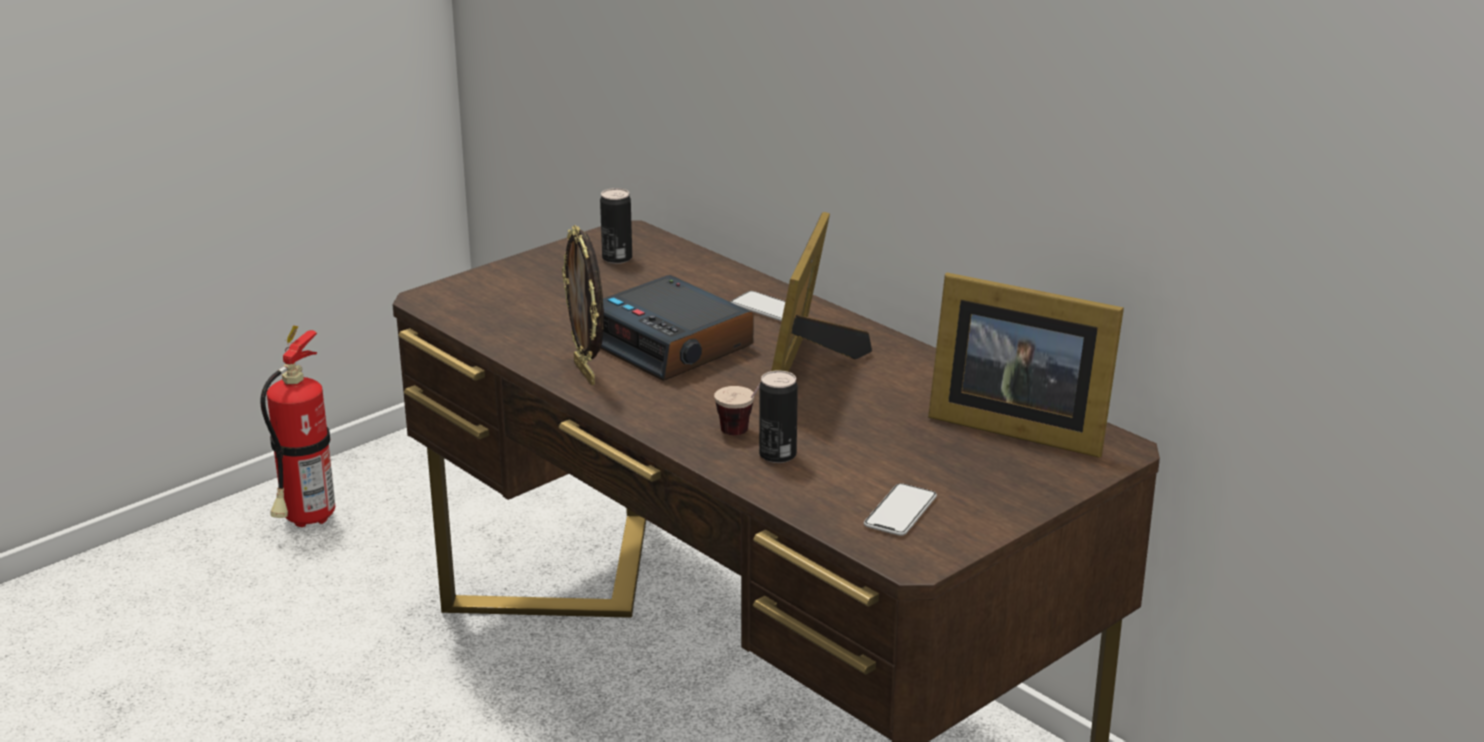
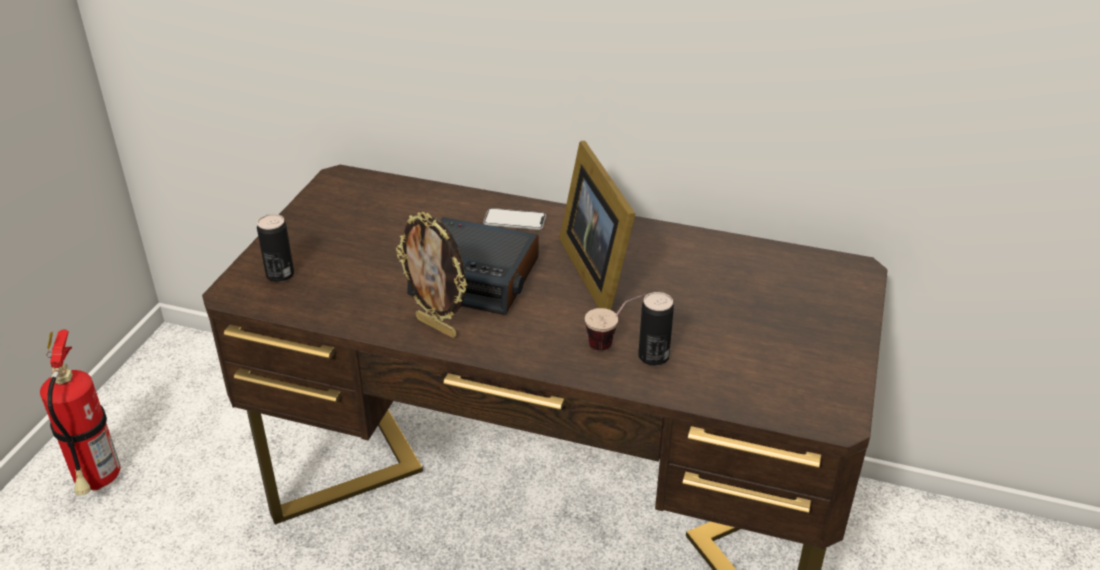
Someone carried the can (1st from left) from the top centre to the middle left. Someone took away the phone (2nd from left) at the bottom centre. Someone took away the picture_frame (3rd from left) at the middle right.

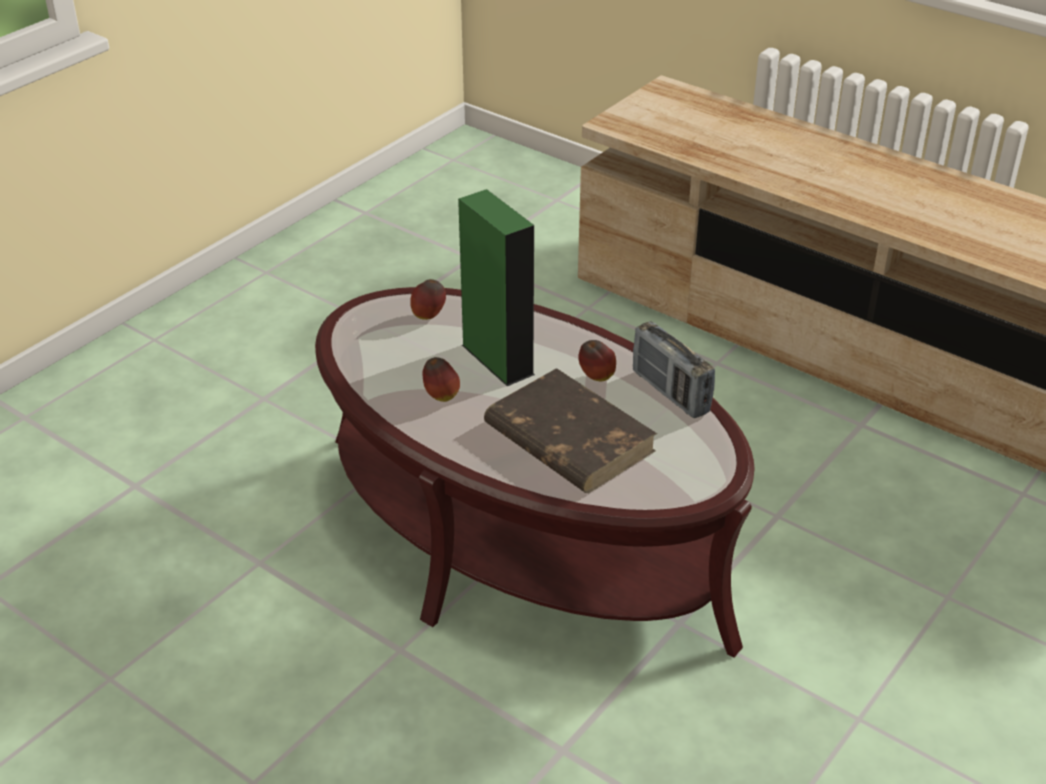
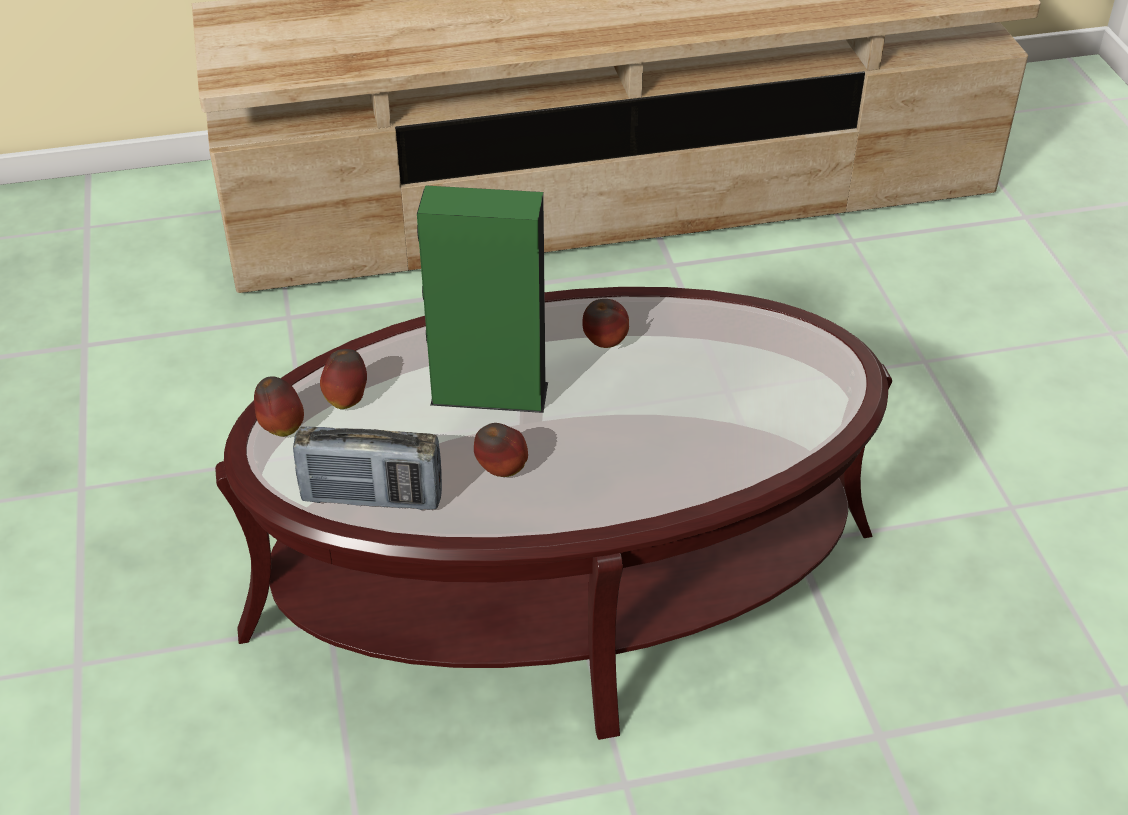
Someone took away the brown_book at the centre. Someone carried the radio from the centre to the middle left. Someone put down the apple (1st from left) at the middle left.

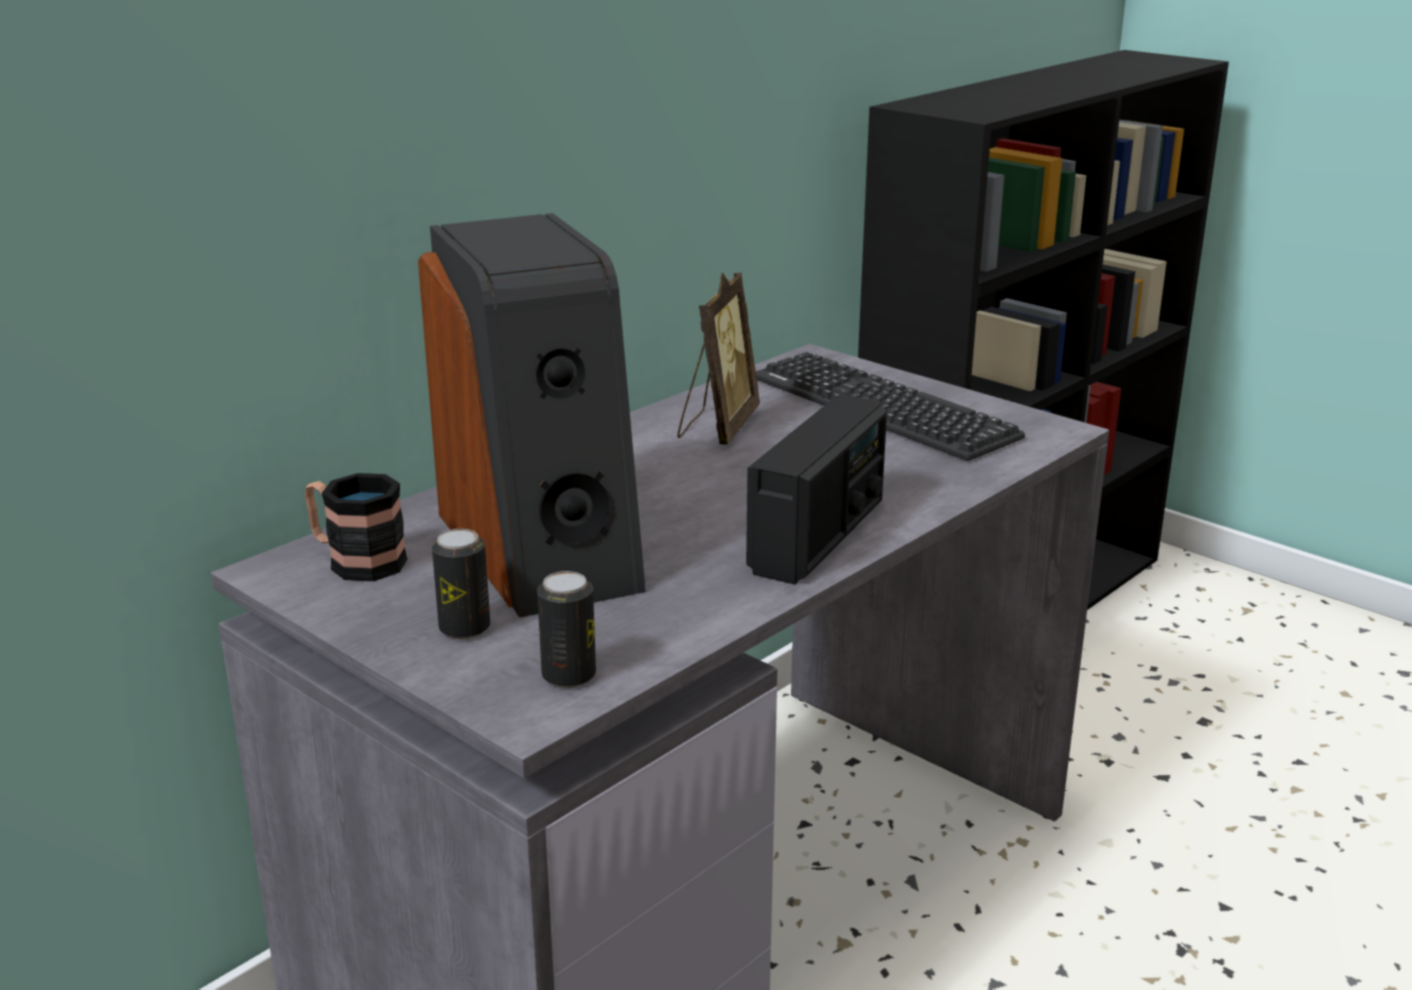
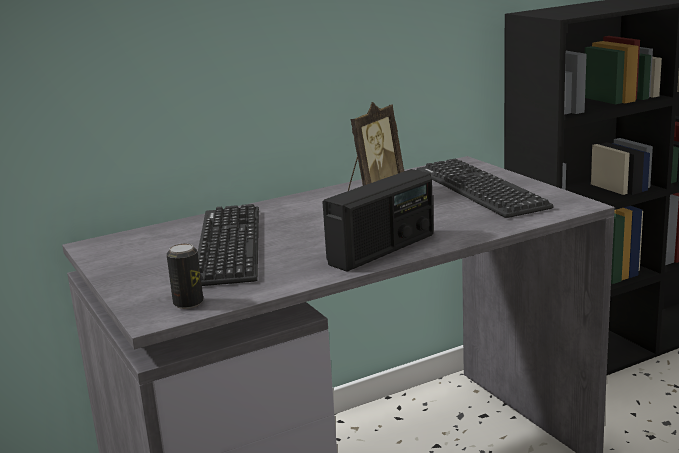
Someone took away the mug at the middle left. Someone swapped the speaker at the centre for the keyboard (1st from left) at the centre. Someone took away the can (1st from left) at the middle left.

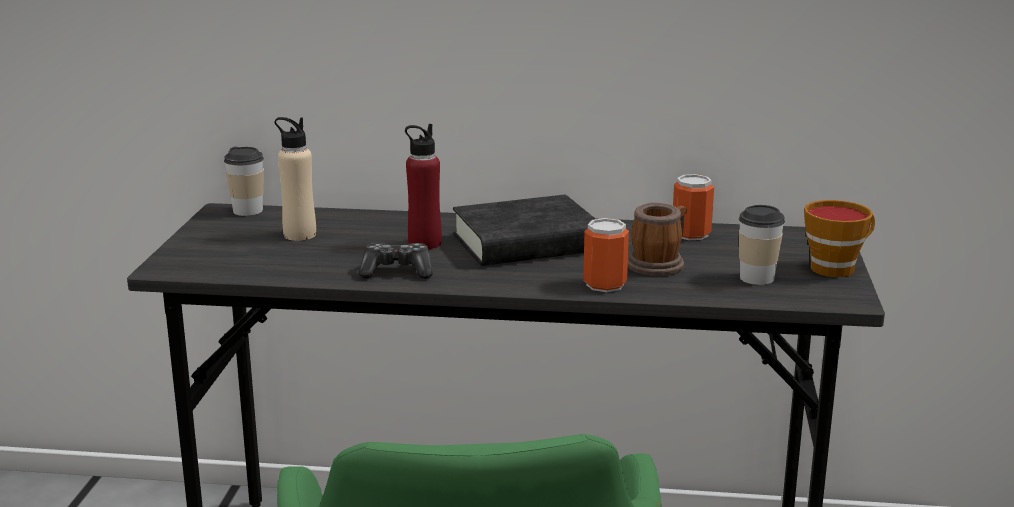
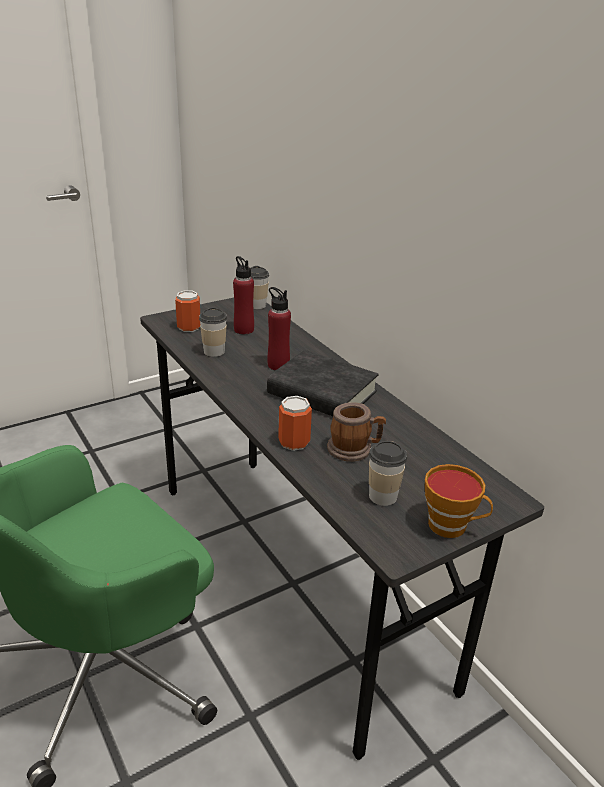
Someone repainted the beige_bottle at the middle left, which became the red_bottle (1st from left) at the centre. Someone took away the game_controller at the centre. Someone carried the can (2nd from left in the first image) from the middle right to the middle left. Someone put down the cup (1st from left) at the centre.

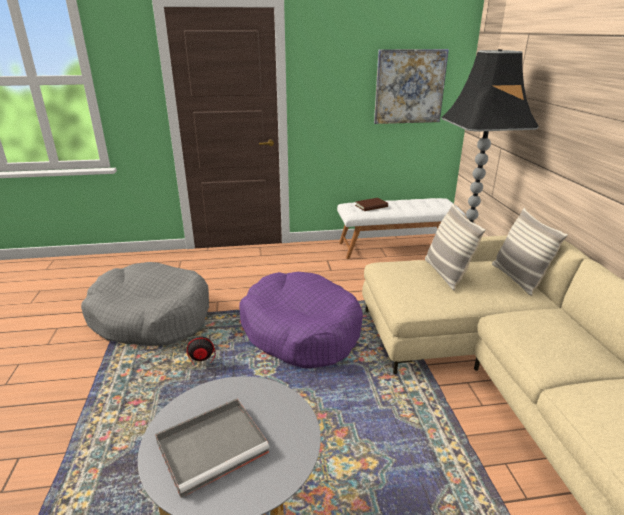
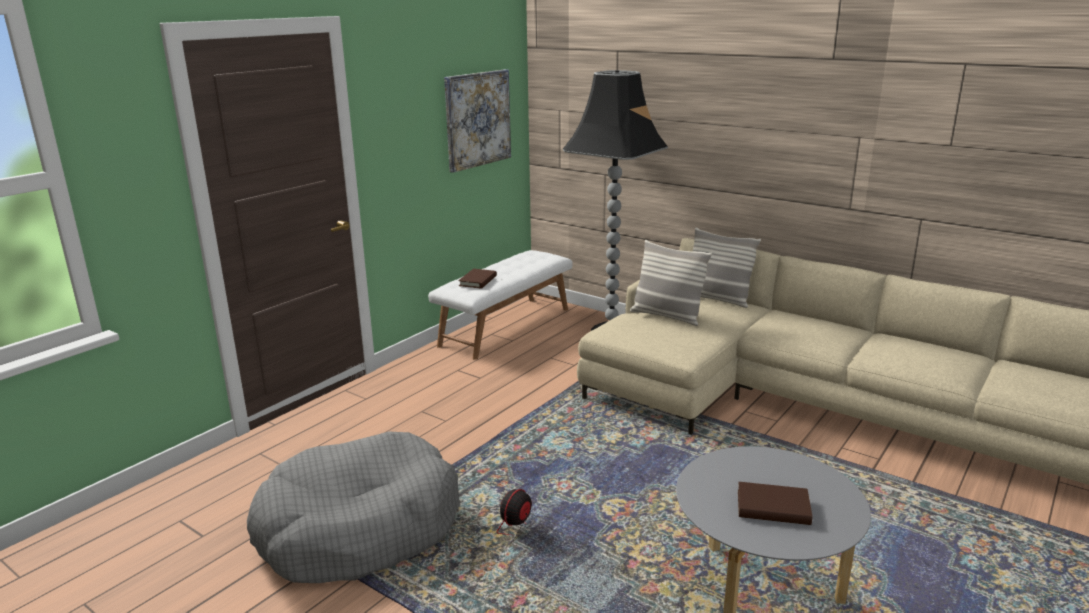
Someone swapped the grey_tray at the bottom centre for the brown_book (2nd from left) at the bottom right. Someone took away the purple_dog_bed at the centre.

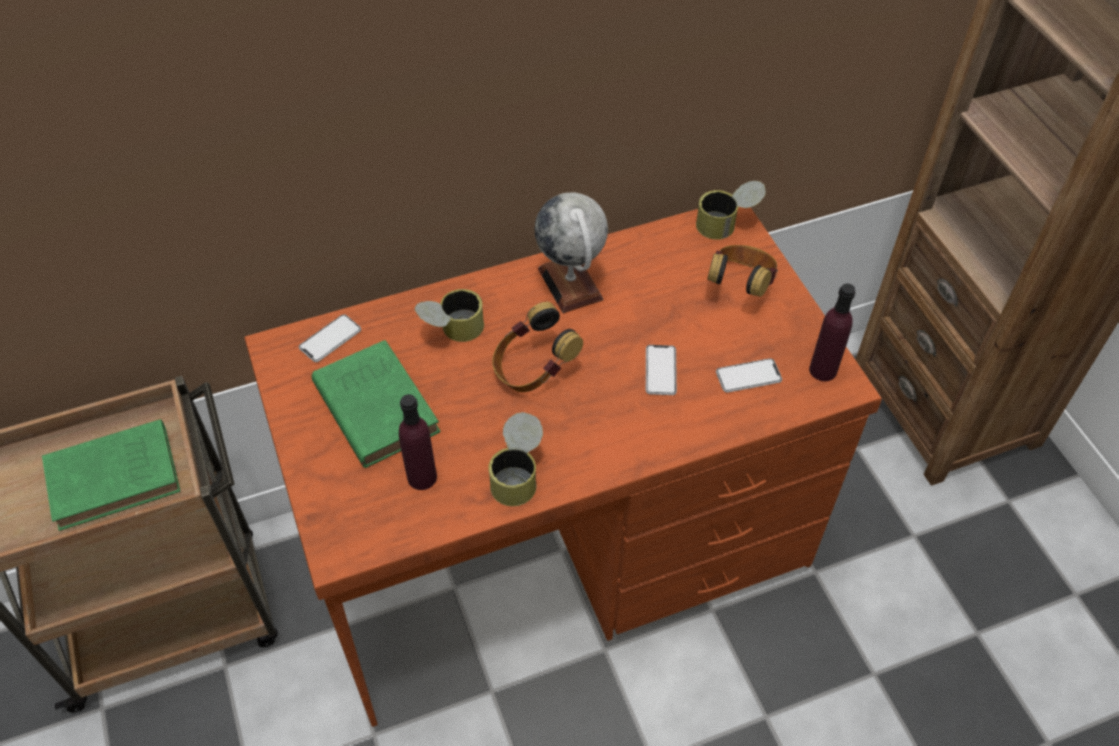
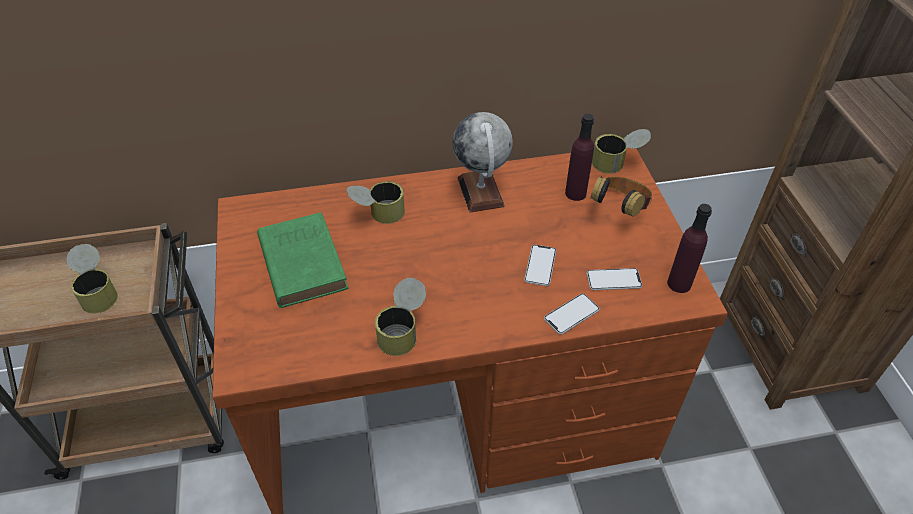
Someone swapped the green_book (1st from left) at the middle left for the can (1st from left) at the middle left. Someone carried the phone (1st from left in the first image) from the middle left to the centre. Someone carried the purple_bottle (1st from left) from the centre to the top centre. Someone took away the headphones (1st from left) at the centre.

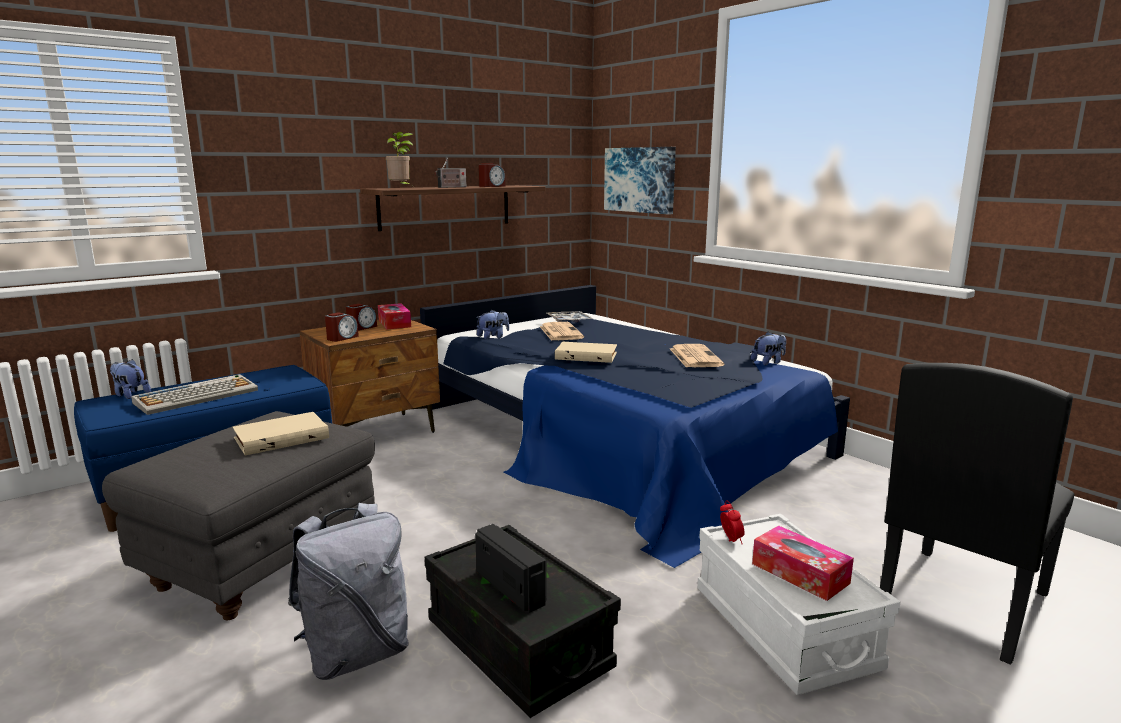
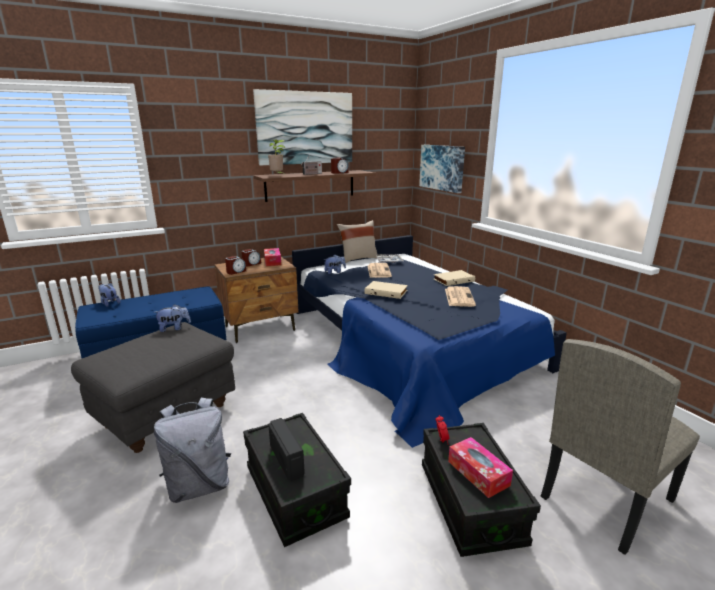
Someone took away the keyboard at the middle left. Someone carried the beige_book (1st from left in the first image) from the middle left to the centre. Someone repainted the white_storage_box at the bottom right, which became the black_storage_box (2nd from left) at the bottom right. Someone carried the plush_toy (3rd from left in the first image) from the middle right to the middle left. Someone repainted the black_chair at the bottom right, which became the beige_chair at the bottom right. Someone put up the picture (1st from left) at the top centre. Someone put down the beige_pillow at the centre.

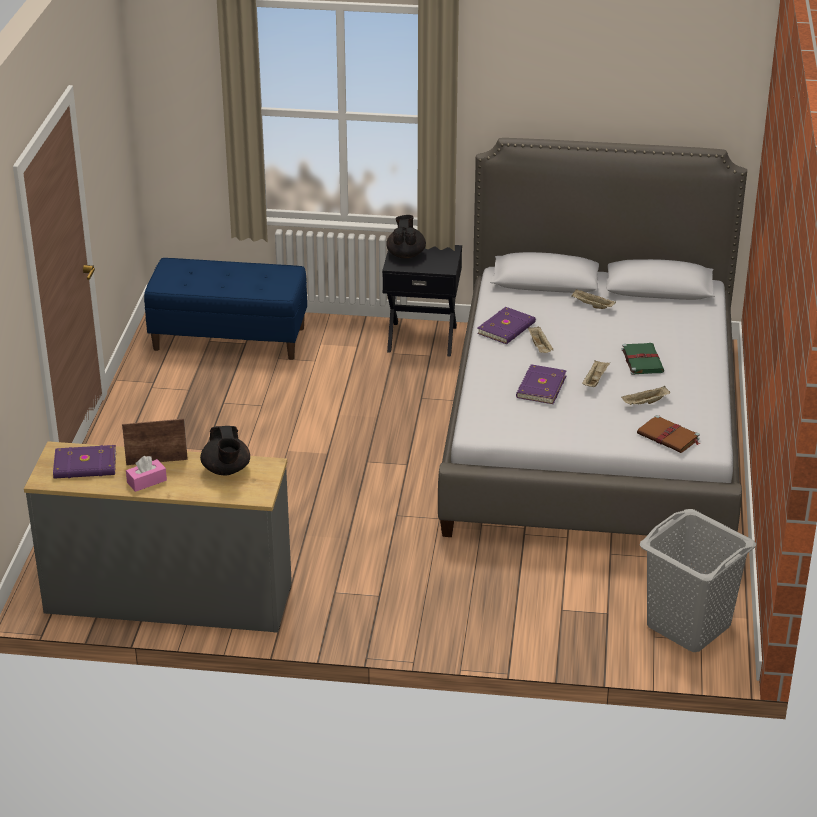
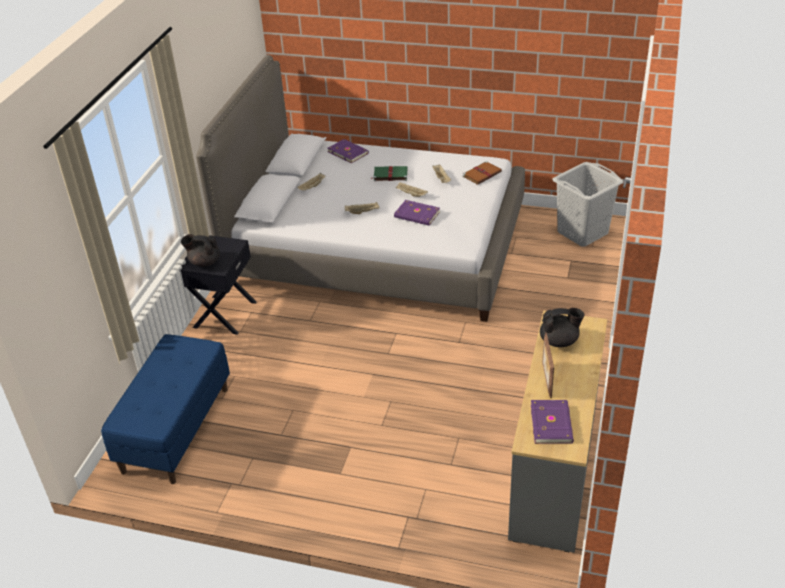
Someone took away the pink_tissue_box at the middle left. Someone carried the purple_book (2nd from left in the first image) from the centre to the top centre.

